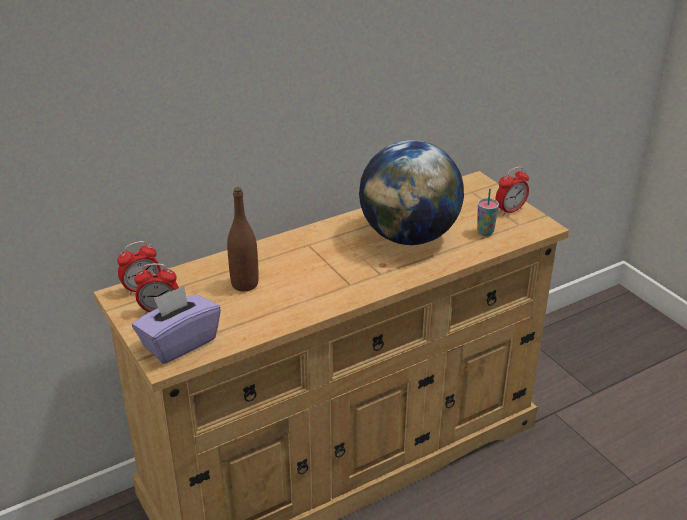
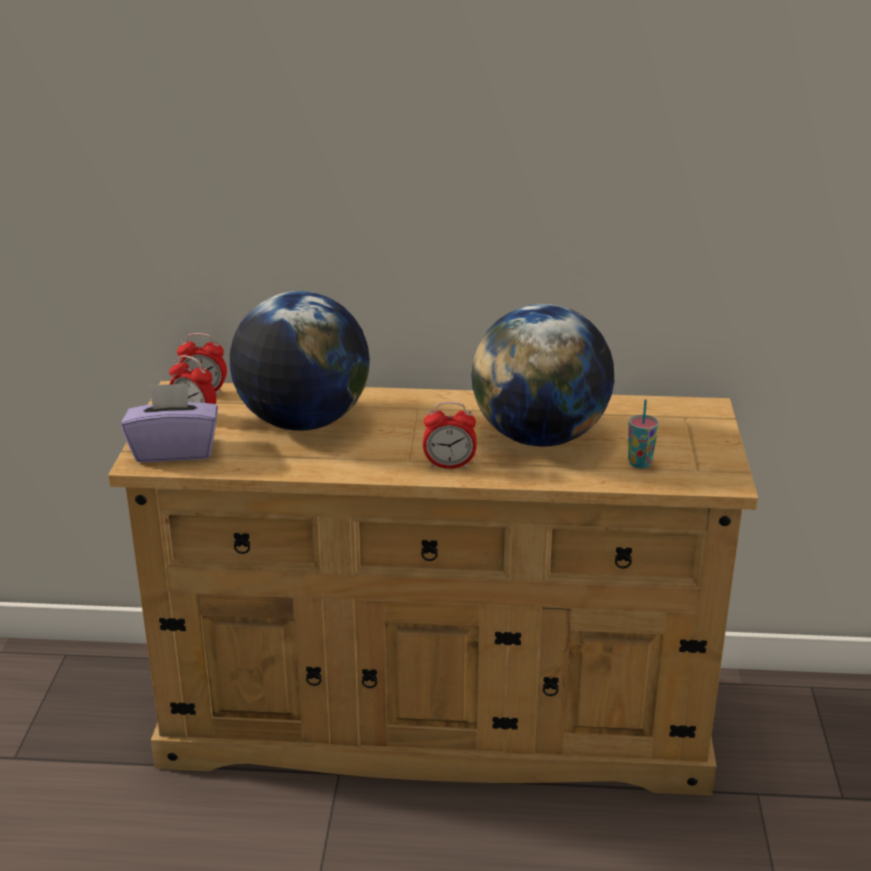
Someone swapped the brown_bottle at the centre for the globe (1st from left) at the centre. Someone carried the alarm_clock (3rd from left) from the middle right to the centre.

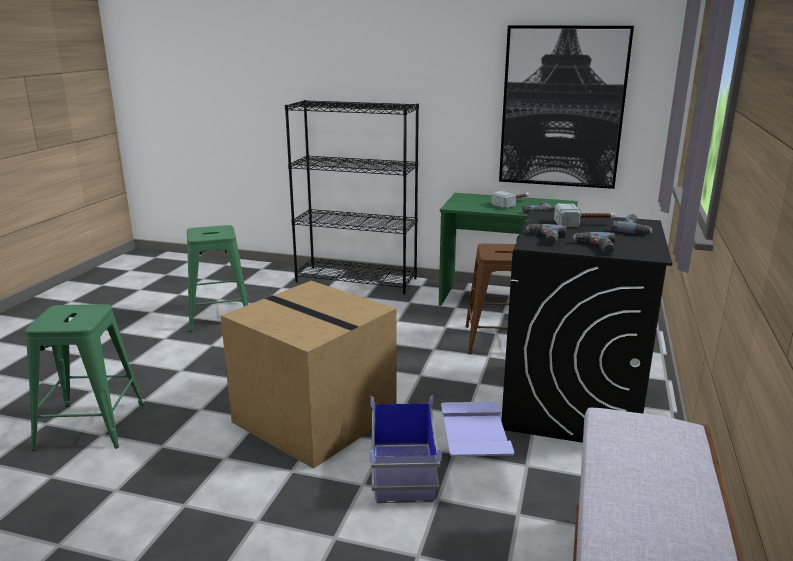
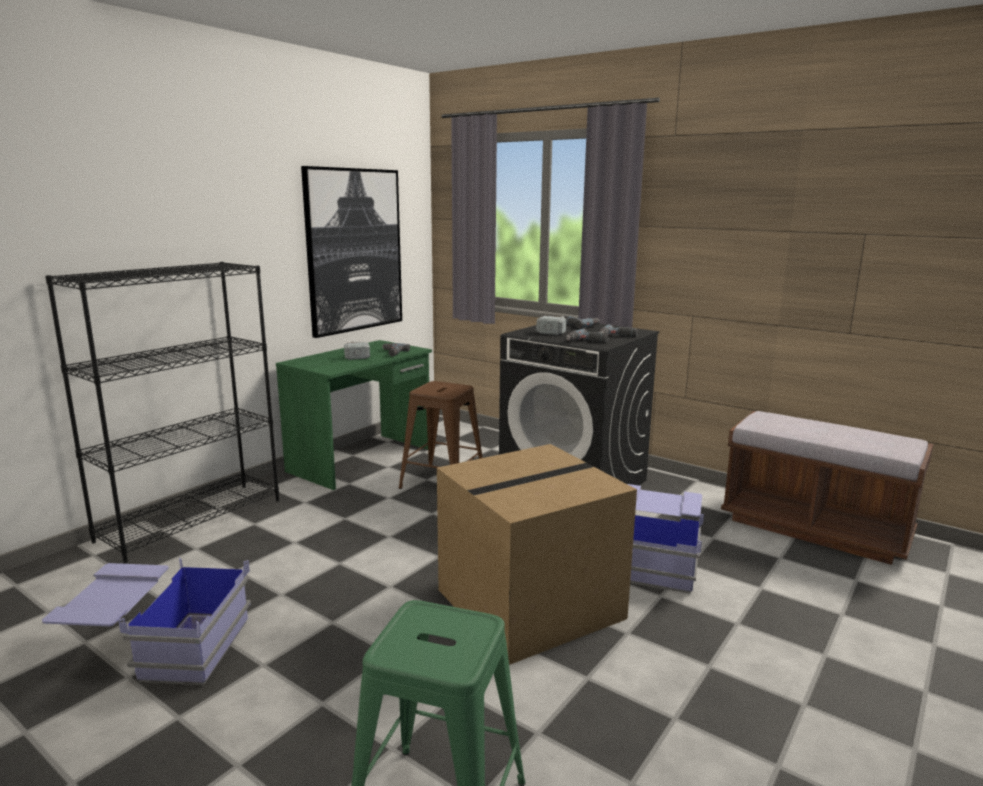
Someone swapped the green_stool (2nd from left) at the middle left for the blue_storage_box (1st from left) at the bottom left.

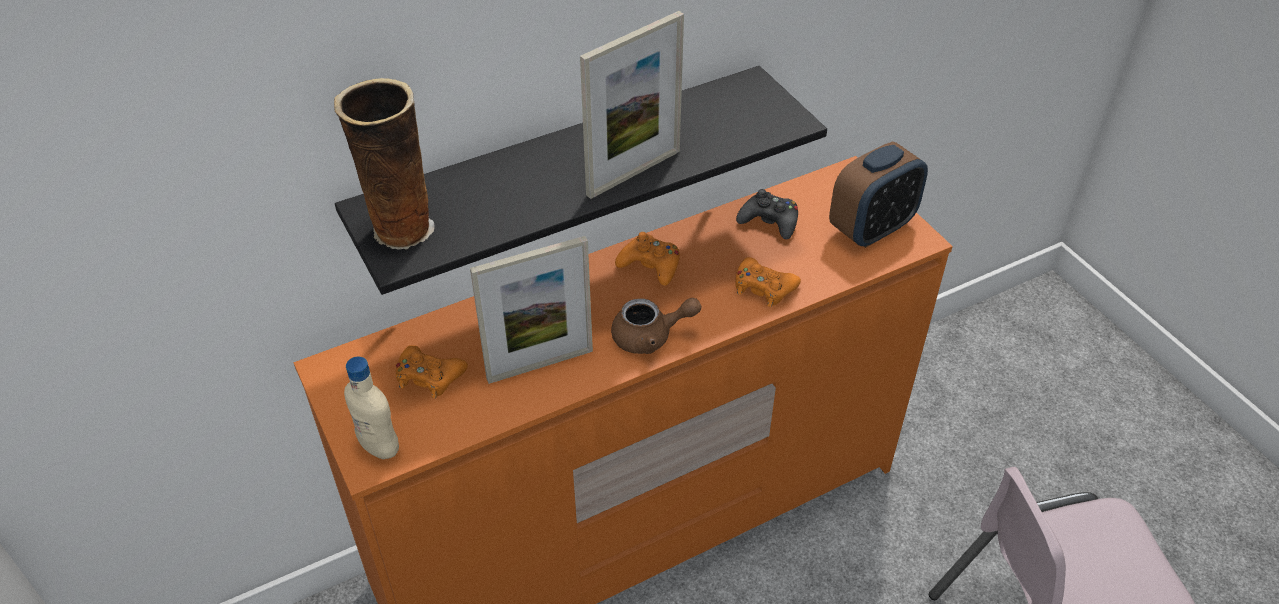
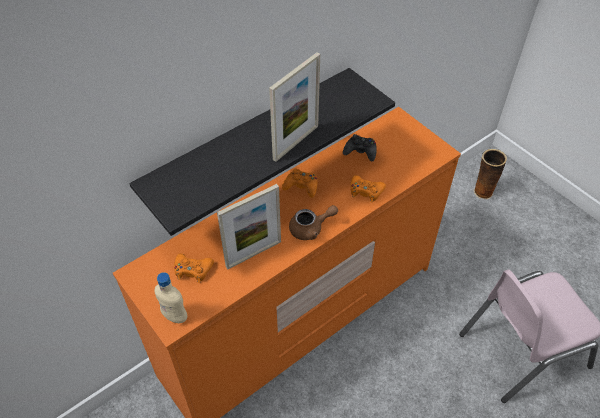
Someone carried the vase from the top left to the middle right. Someone took away the alarm_clock at the top right.

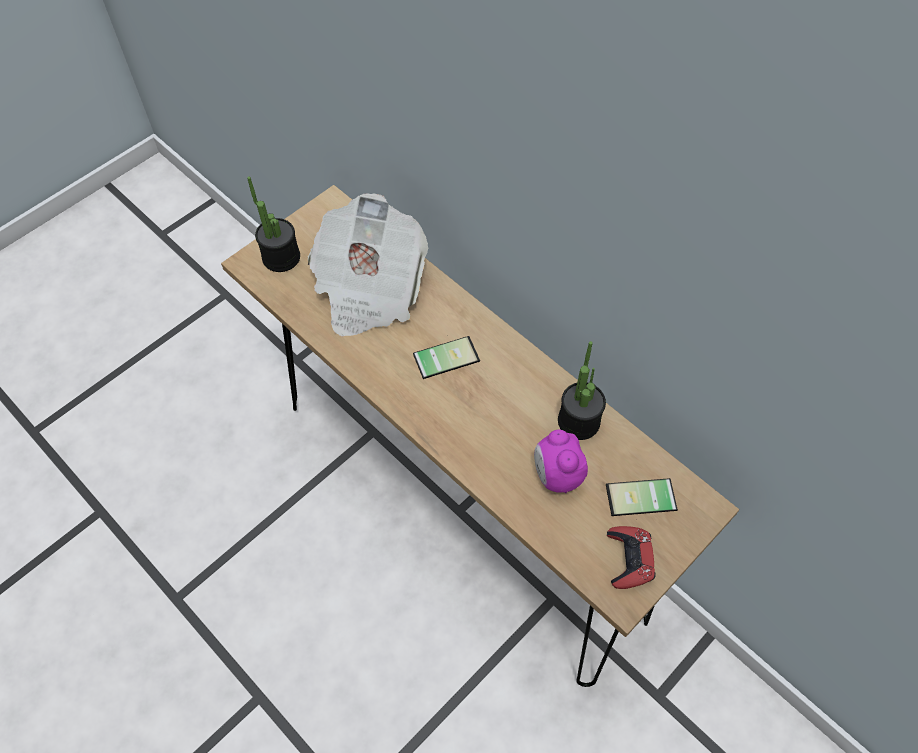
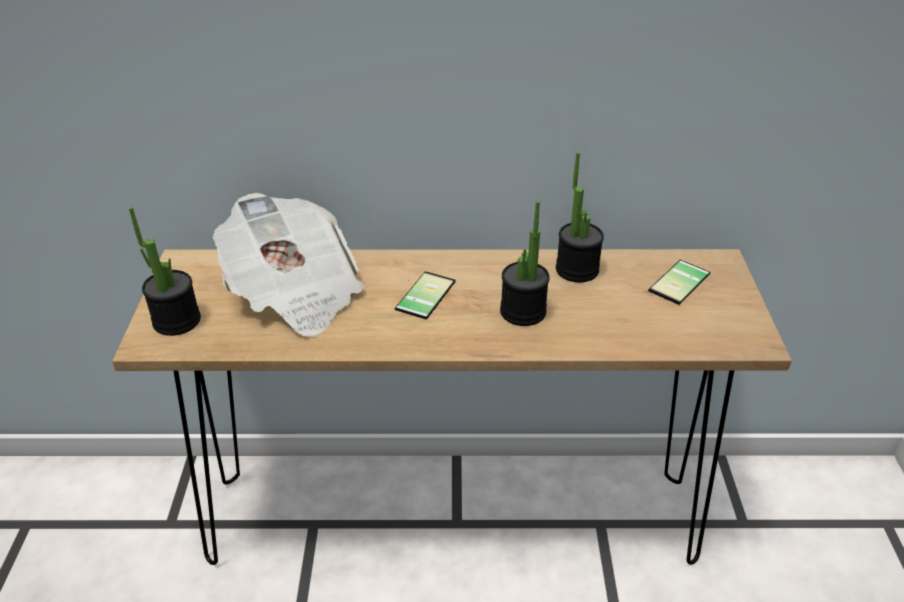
Someone took away the alarm_clock at the centre. Someone took away the red_game_controller at the bottom right. Someone put down the potted_plant (2nd from left) at the centre.

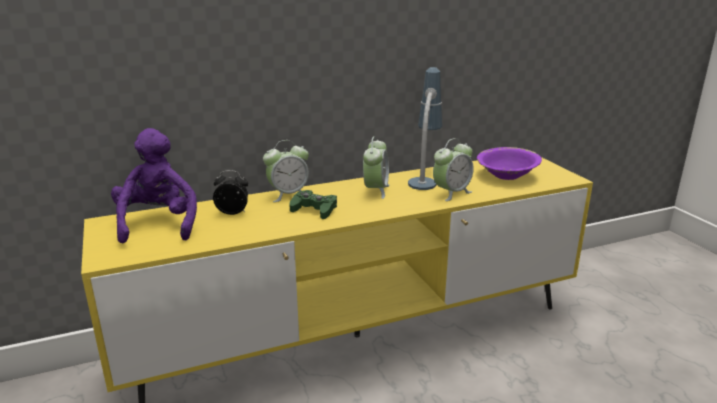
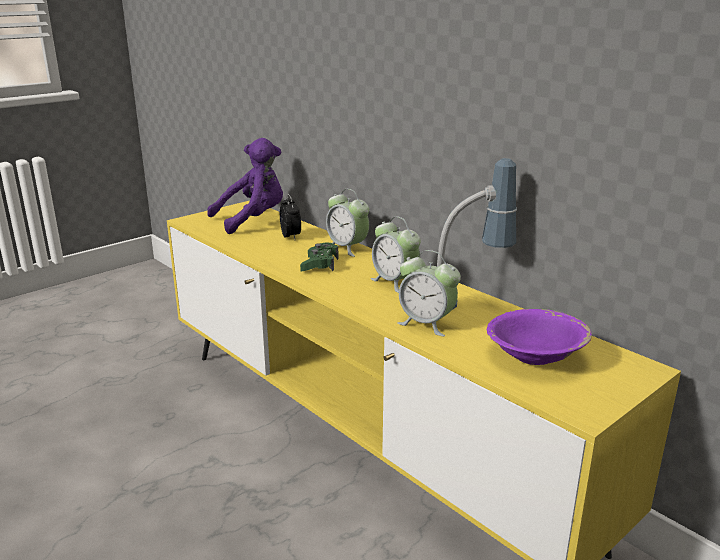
Someone rotated the alarm_clock (3rd from left) at the centre by 60 degrees clockwise.

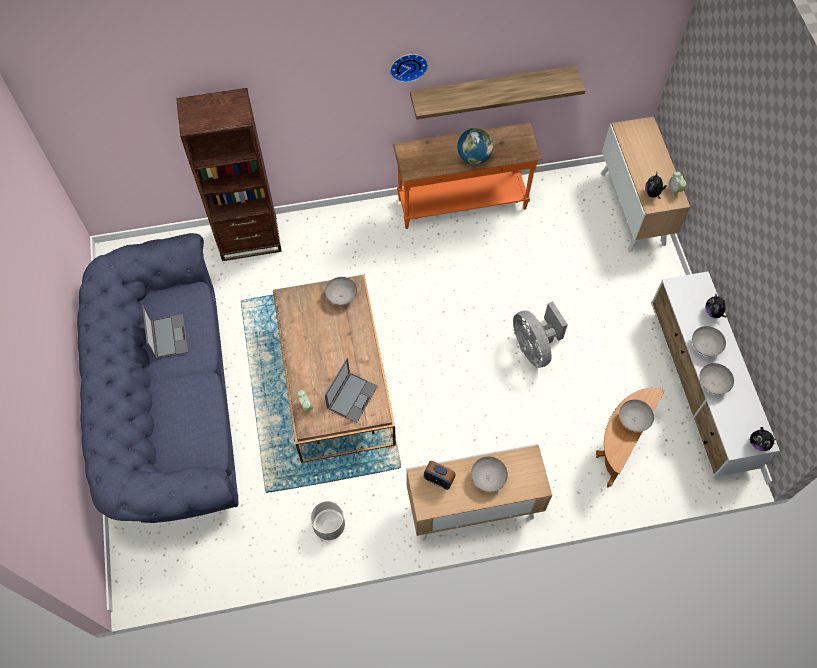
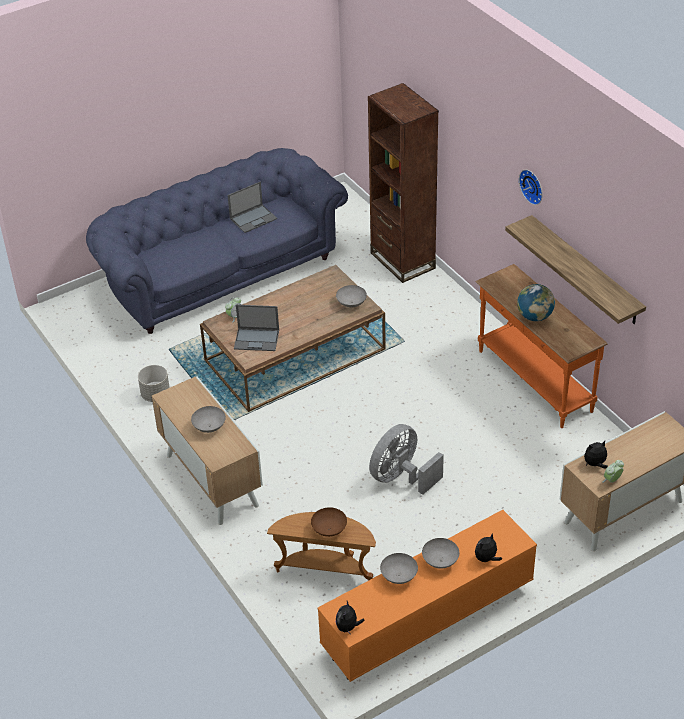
Someone took away the alarm_clock (2nd from left) at the bottom centre. Someone repainted the grey_bowl (3rd from left) at the middle right, which became the brown_bowl at the bottom centre. Someone repainted the white_tv_stand at the middle right, which became the orange_tv_stand at the bottom centre.

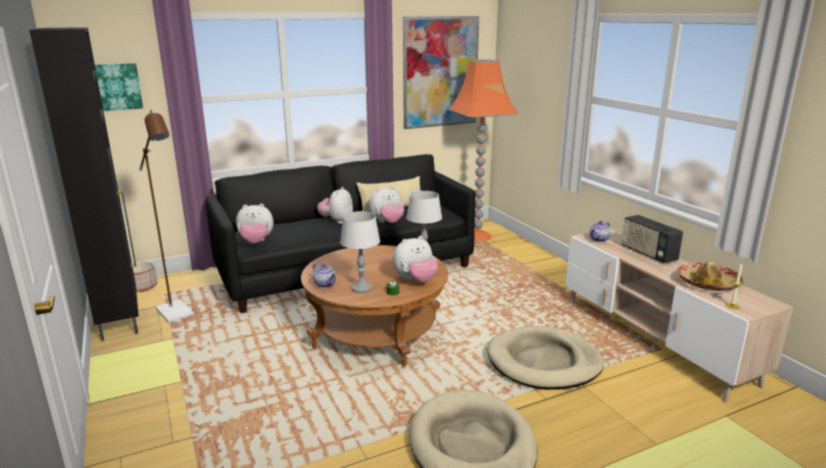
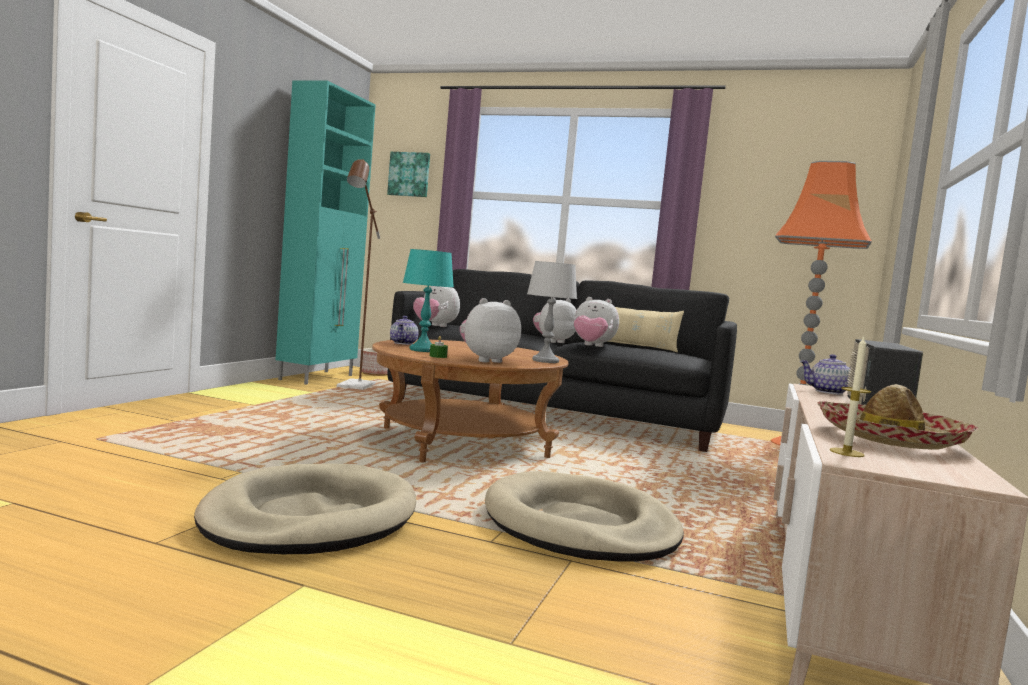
Someone repainted the black_cabinet at the middle left, which became the turquoise_cabinet at the middle left. Someone repainted the grey_table_lamp (1st from left) at the centre, which became the turquoise_table_lamp at the centre. Someone rotated the plush_toy (4th from left in the first image) at the centre by 135 degrees clockwise. Someone took away the picture (2nd from left) at the top centre.

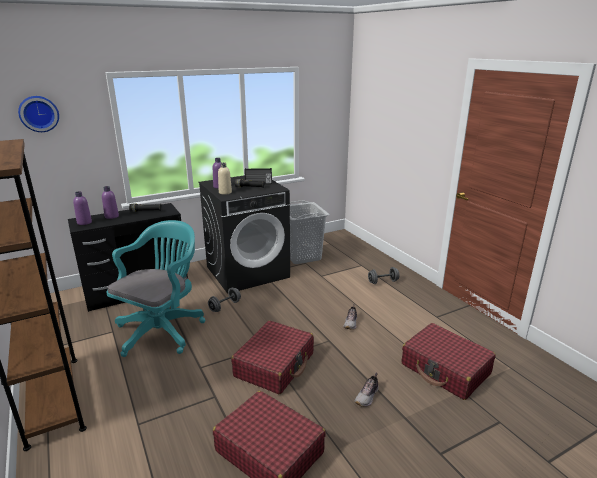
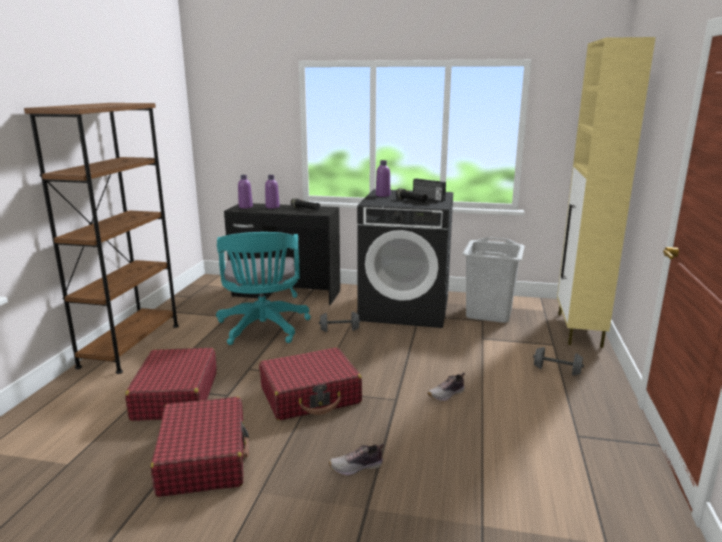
Someone took away the wall_clock at the top left. Someone rotated the turquoise_office_chair at the middle left by 105 degrees clockwise. Someone took away the beige_bottle at the centre. Someone carried the red_suitcase (3rd from left in the first image) from the bottom right to the bottom left. Someone put down the beige_cabinet at the middle right.

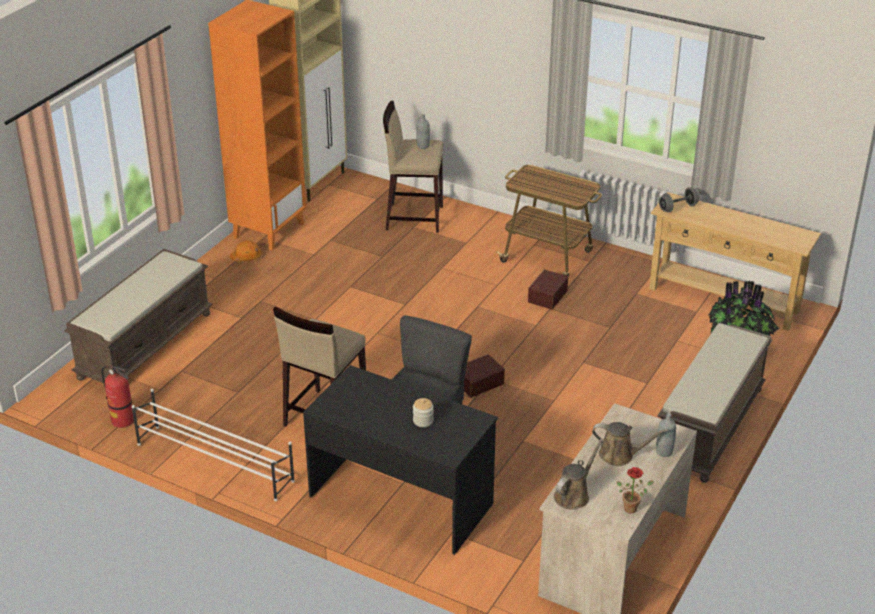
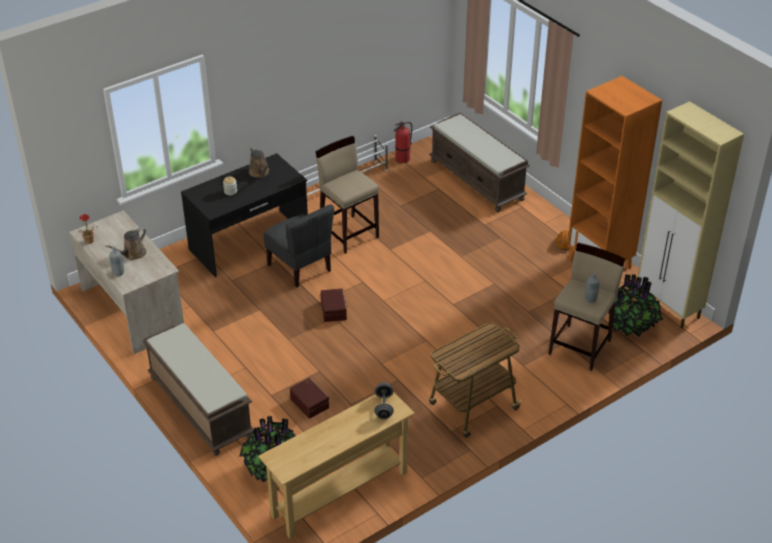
Someone carried the brown_storage_box (2nd from left in the first image) from the centre to the bottom centre. Someone carried the brown_watering_can (1st from left in the first image) from the bottom centre to the top centre. Someone put down the potted_plant (3rd from left) at the middle right.

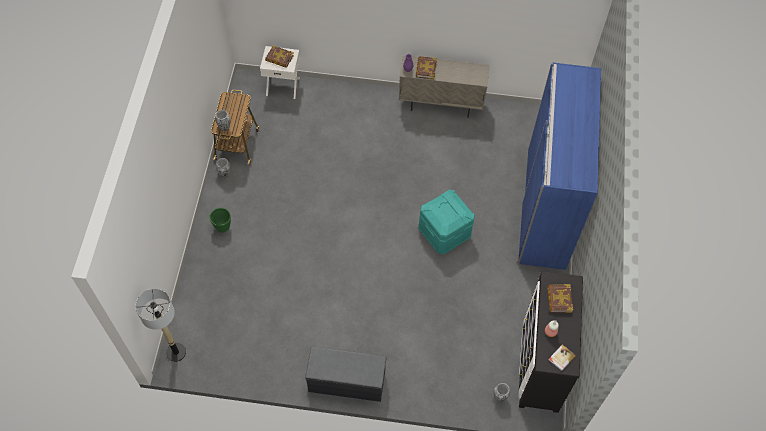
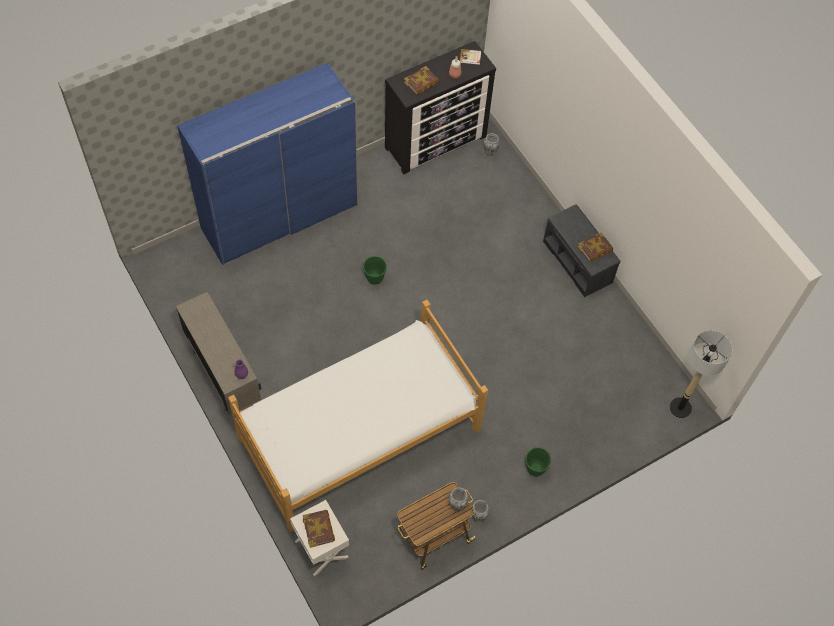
Someone carried the book (2nd from left in the first image) from the top centre to the middle right. Someone swapped the turquoise_storage_box at the centre for the green_planter (1st from left) at the centre. Someone put down the bed at the centre.

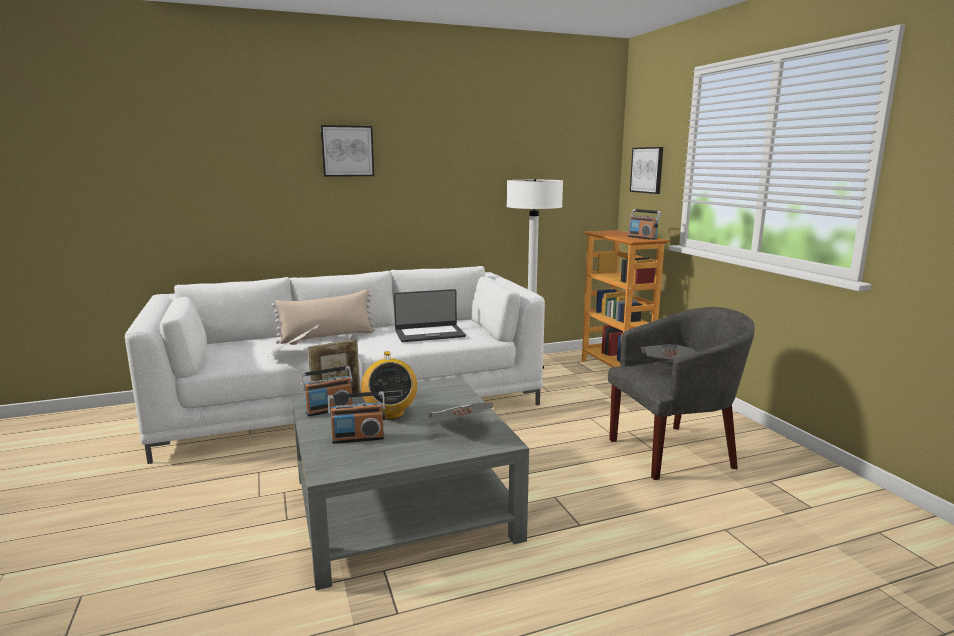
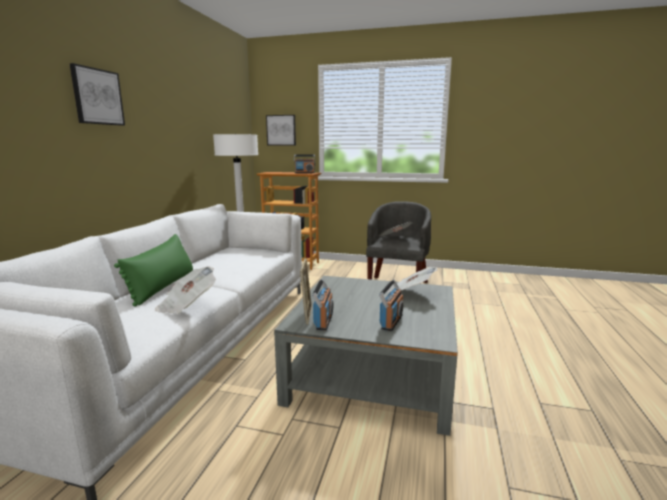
Someone repainted the beige_pillow at the centre, which became the green_pillow at the middle left. Someone took away the radio (3rd from left) at the centre. Someone took away the laptop at the centre.

